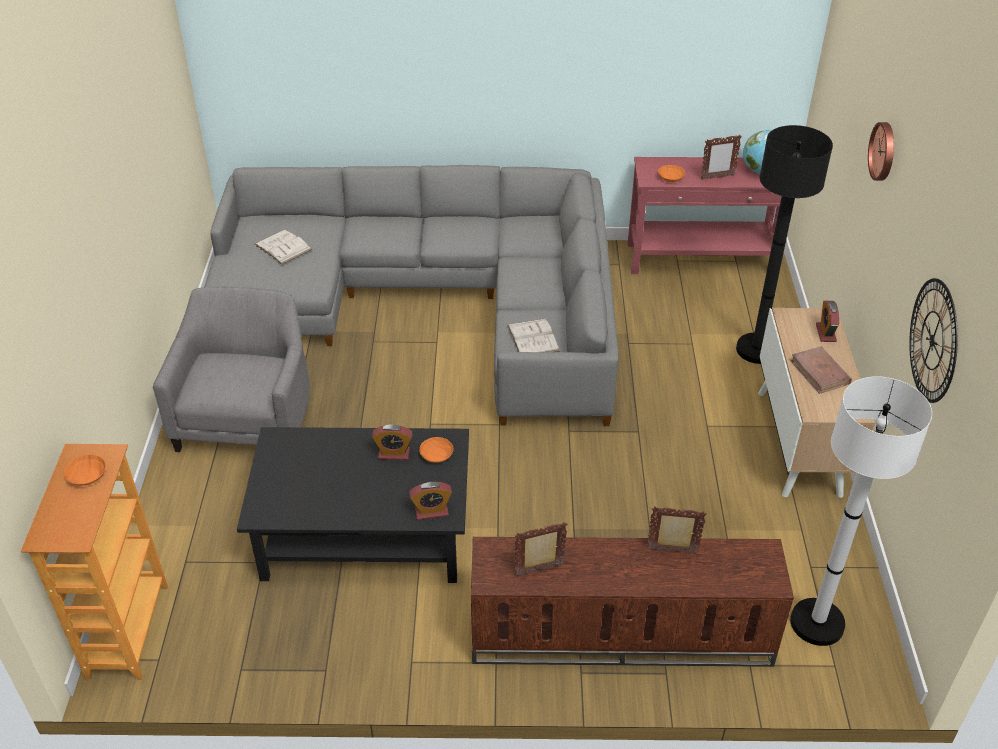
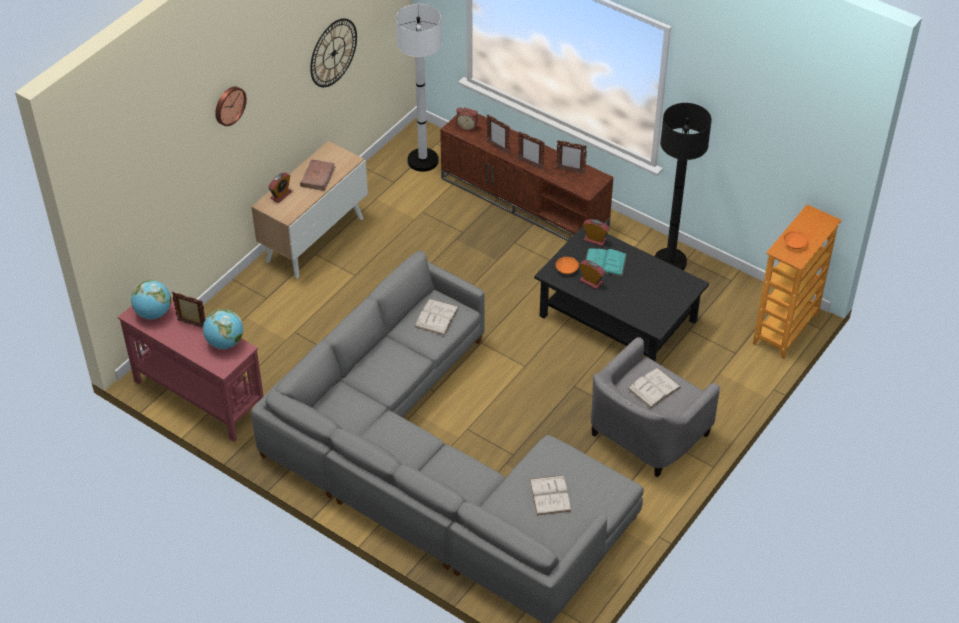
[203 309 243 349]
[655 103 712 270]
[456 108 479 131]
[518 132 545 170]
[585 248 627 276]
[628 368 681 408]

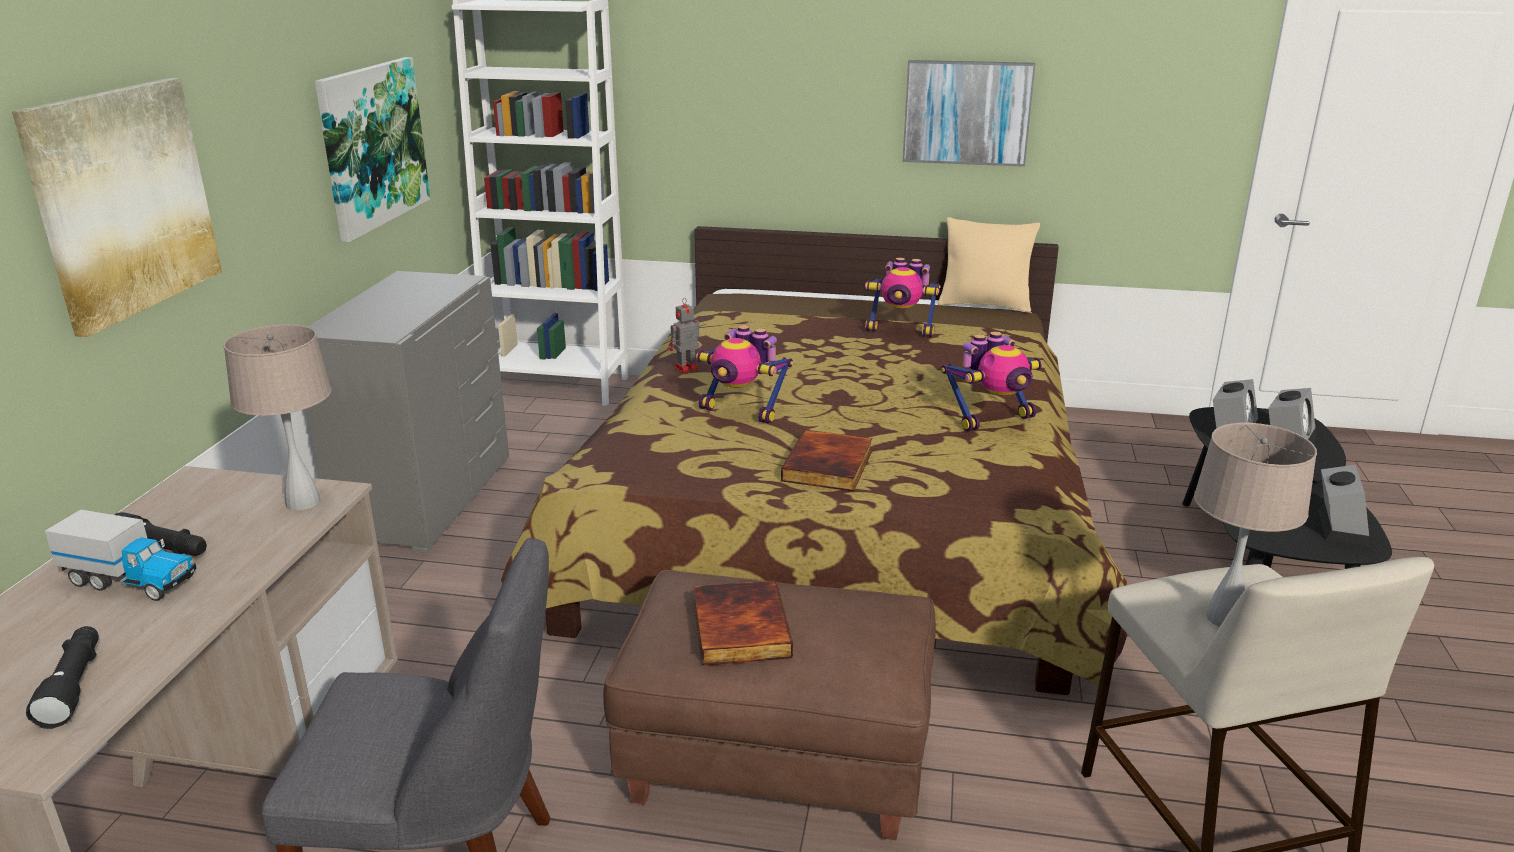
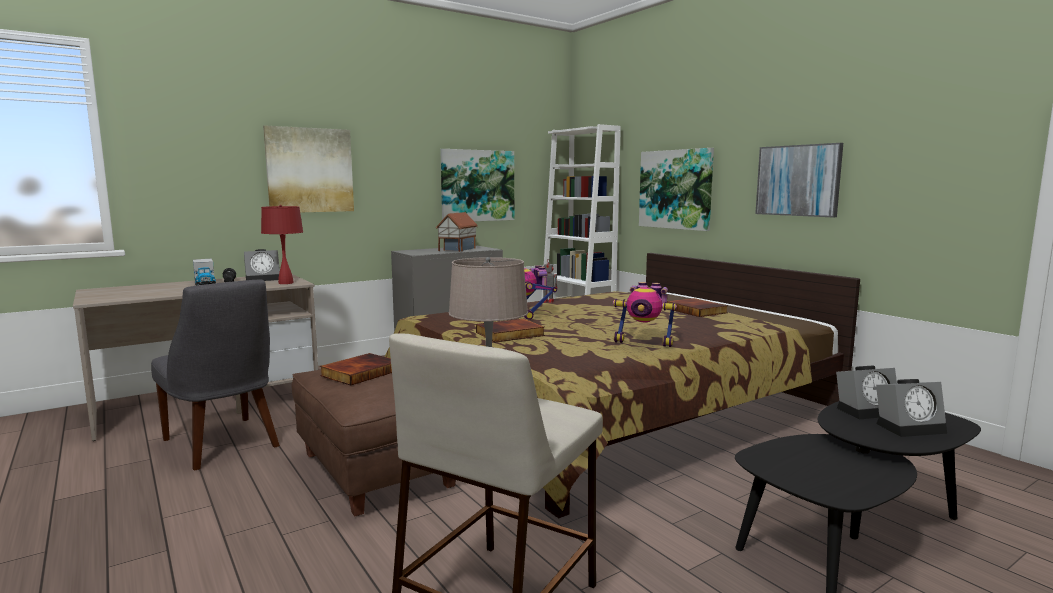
[26 626 99 729] (first image)
[261 205 303 284]
[667 298 728 317]
[938 217 1040 312] (first image)
[244 249 280 281]
[436 212 478 252]
[639 148 714 231]

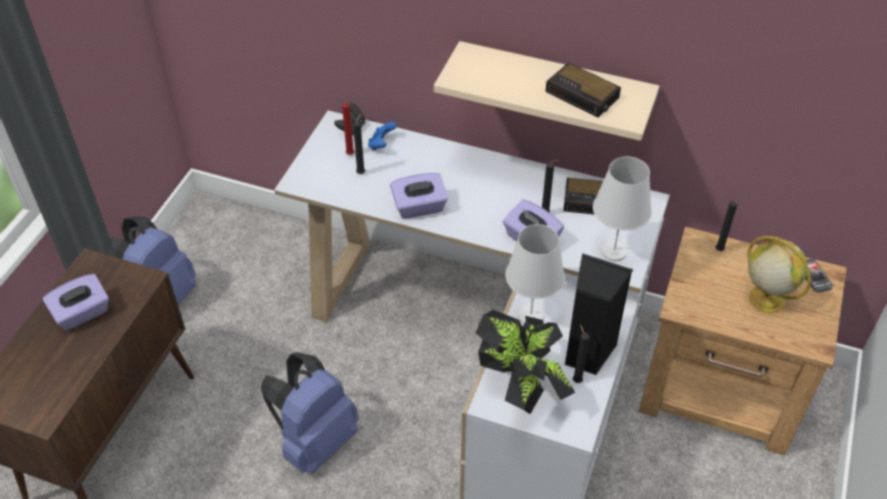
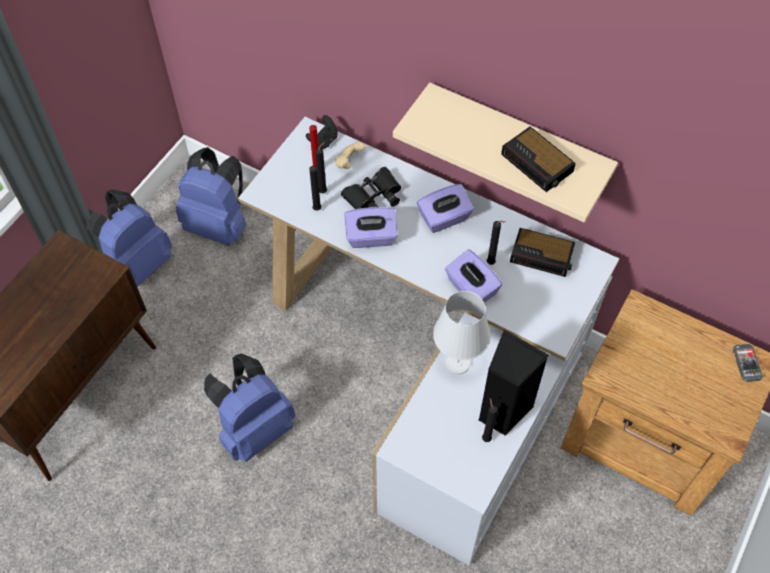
[417 184 474 233]
[335 142 366 169]
[476 310 575 414] (first image)
[593 157 652 261] (first image)
[309 166 321 211]
[747 236 811 314] (first image)
[176 147 246 246]
[341 167 401 209]

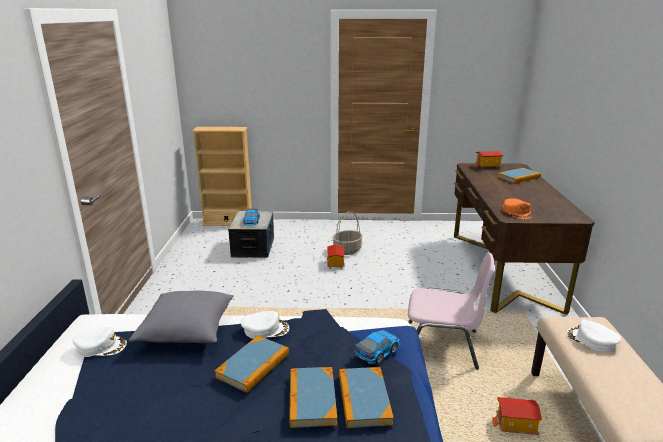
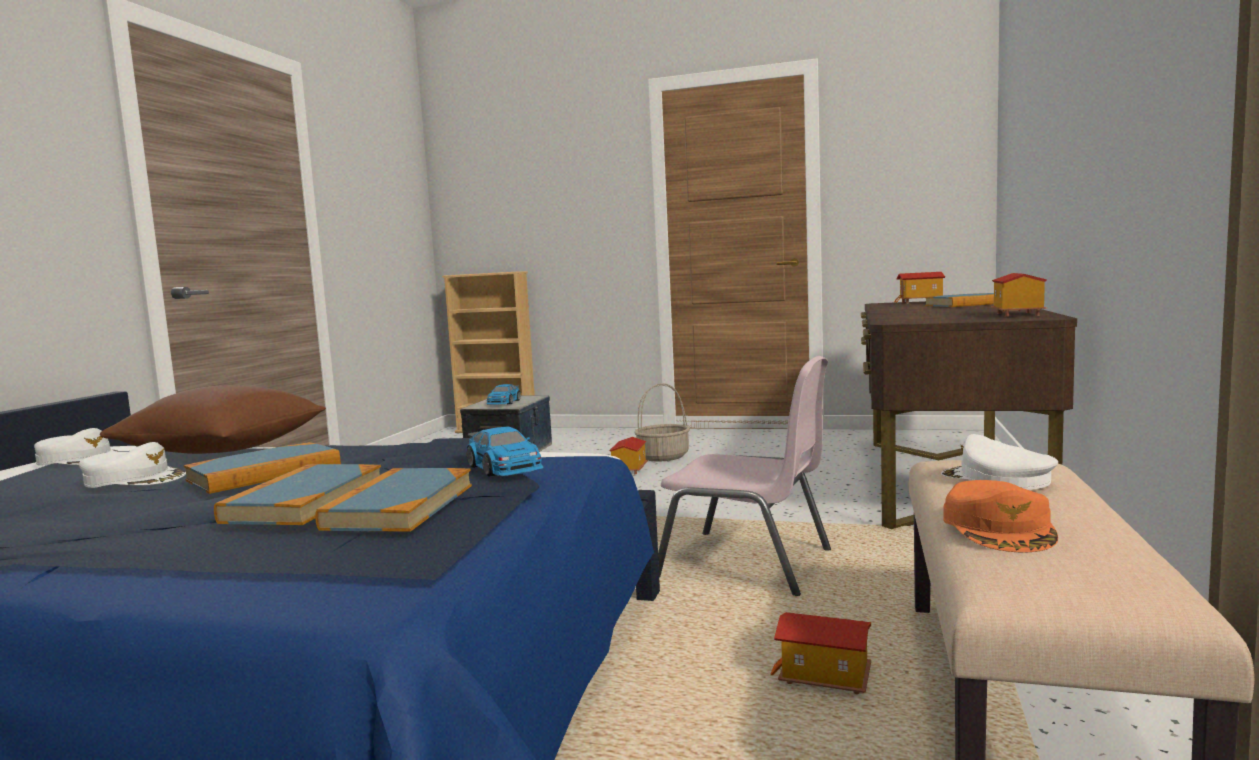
[100 385 326 454]
[79 442 186 488]
[466 426 544 477]
[944 480 1058 553]
[991 273 1047 317]

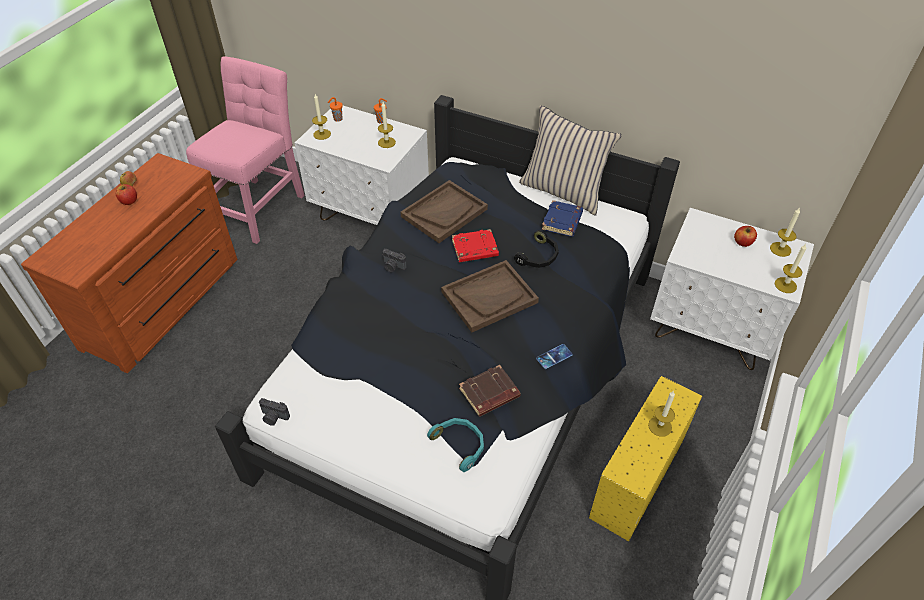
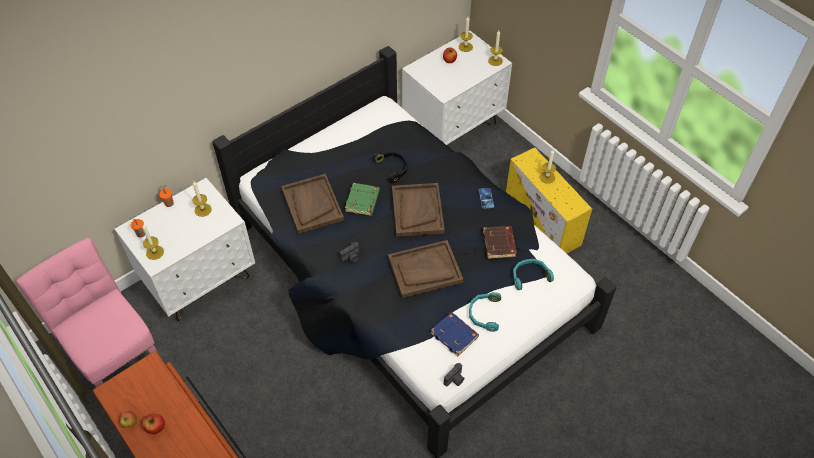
[345 183 380 216]
[519 106 622 216] (first image)
[431 312 479 356]
[388 240 463 298]
[469 292 501 332]

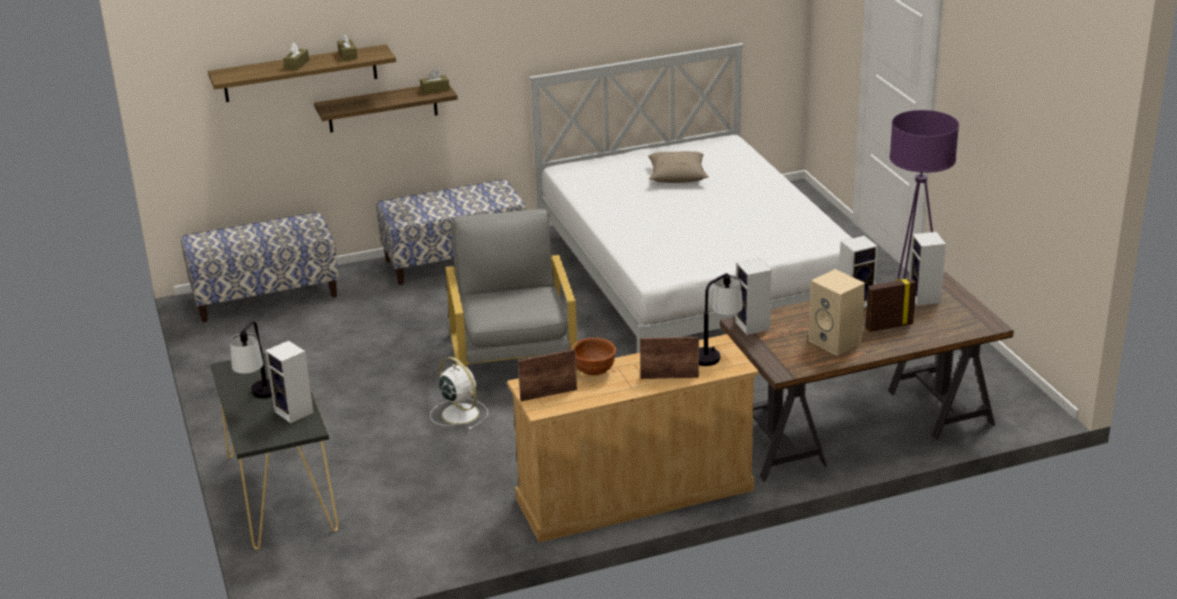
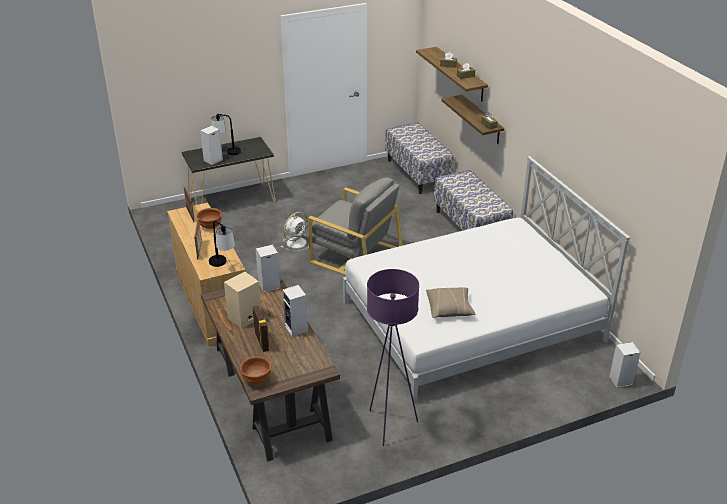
[308 177 403 275]
[426 287 476 318]
[609 342 641 388]
[240 357 271 385]

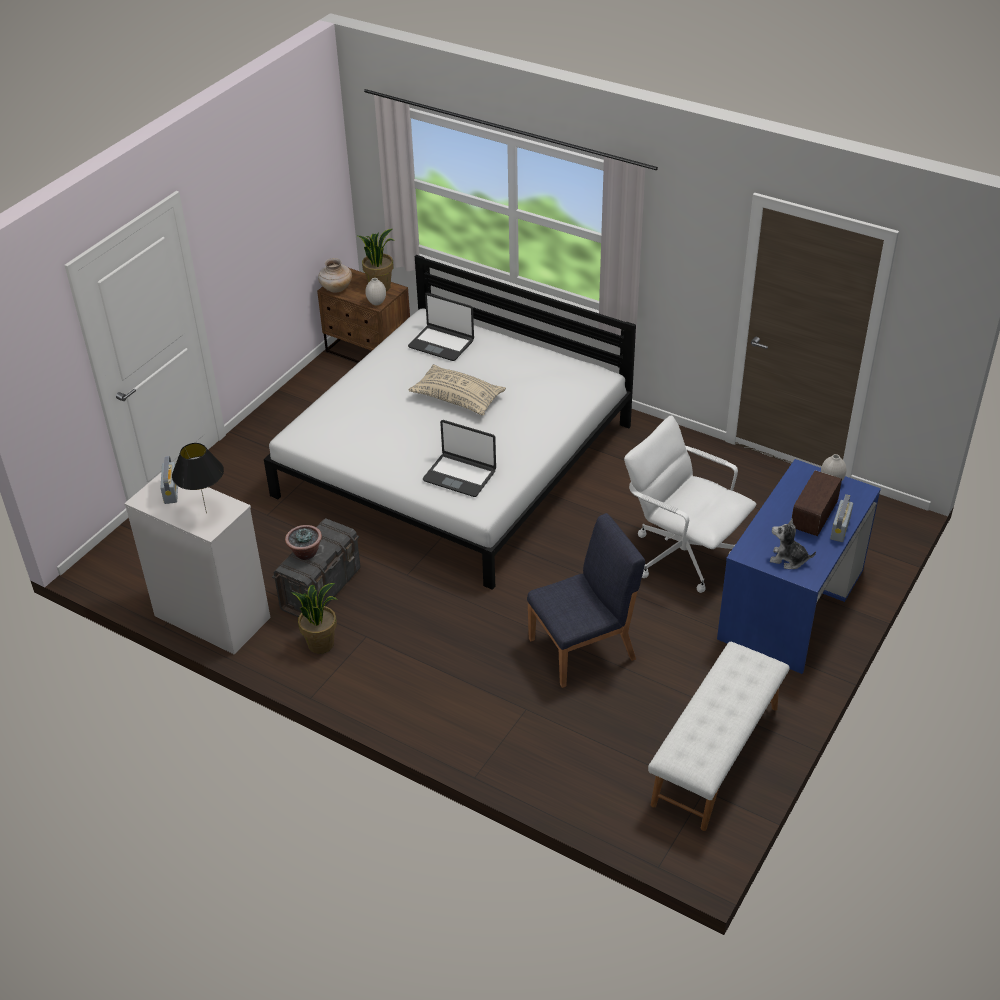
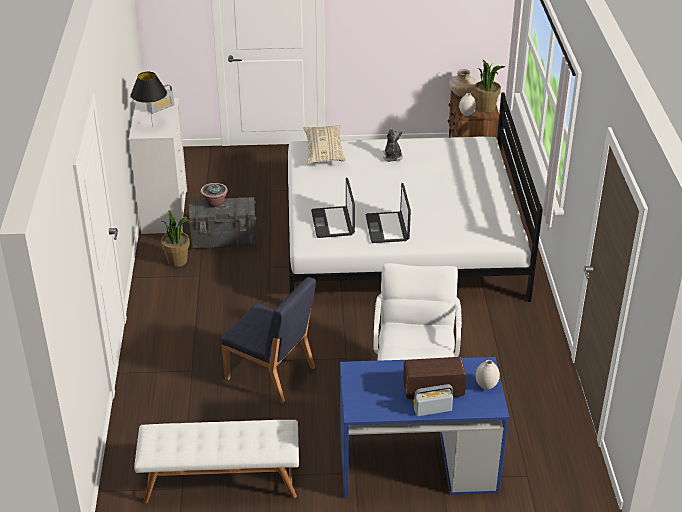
[366 183 411 243]
[303 125 346 164]
[383 128 403 162]

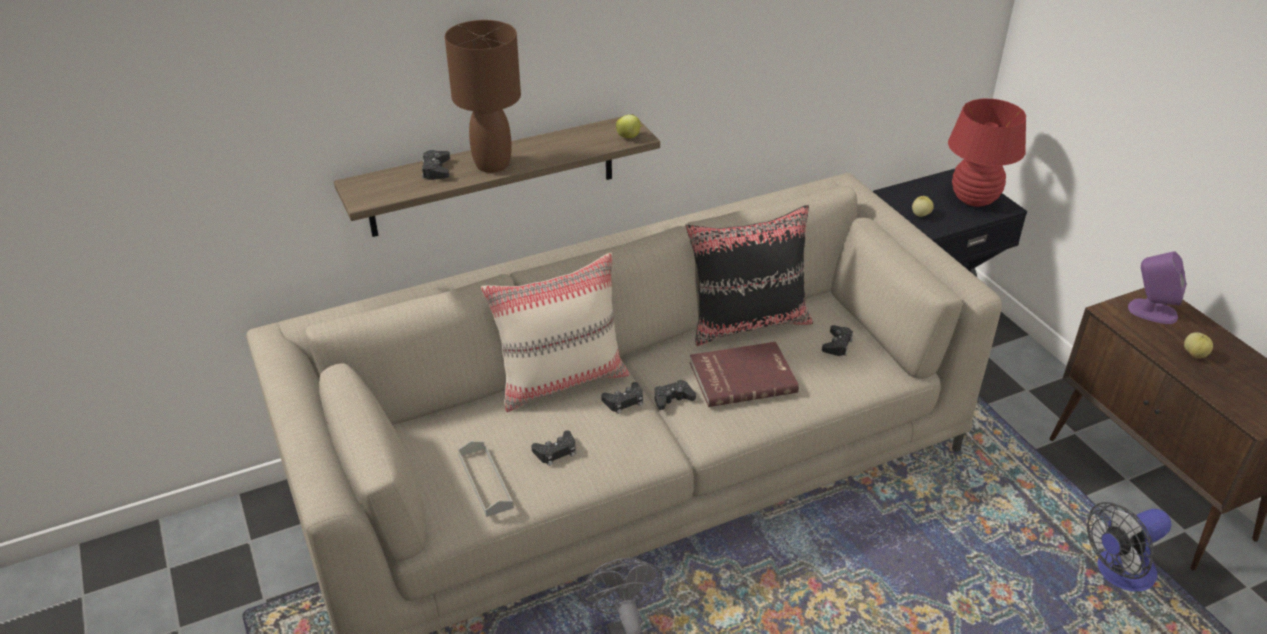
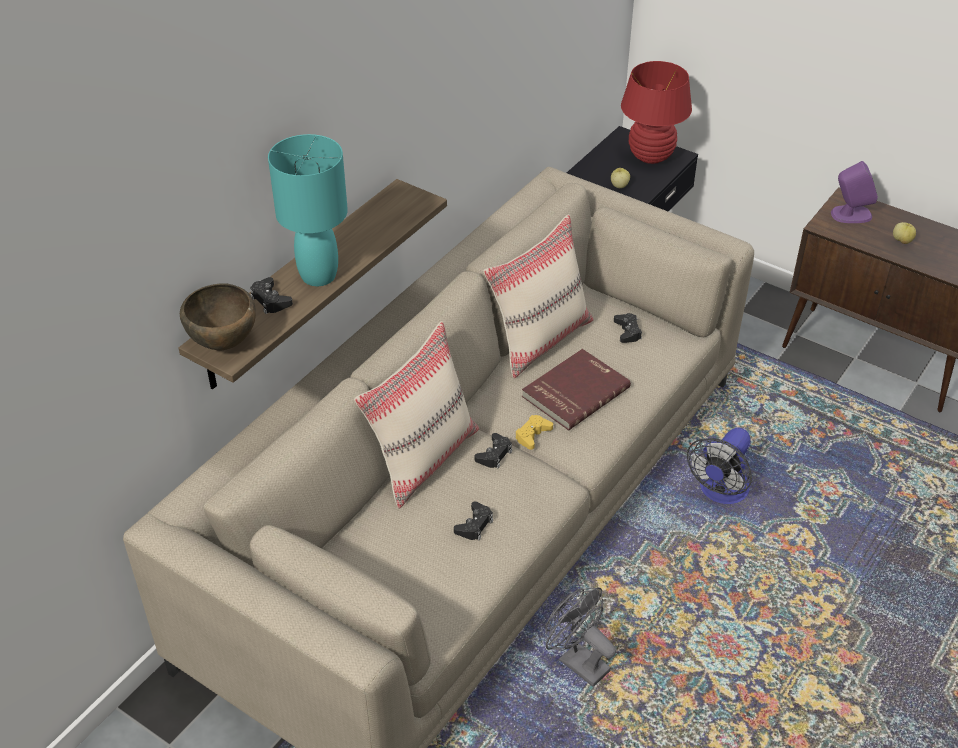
[268 134 348 286]
[458 441 514 517] (first image)
[616 115 643 138] (first image)
[515 415 553 450]
[483 214 594 378]
[687 428 752 504]
[180 283 256 351]

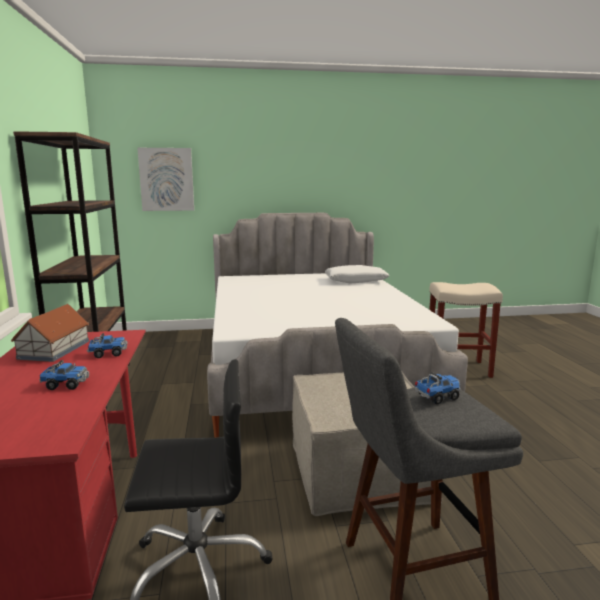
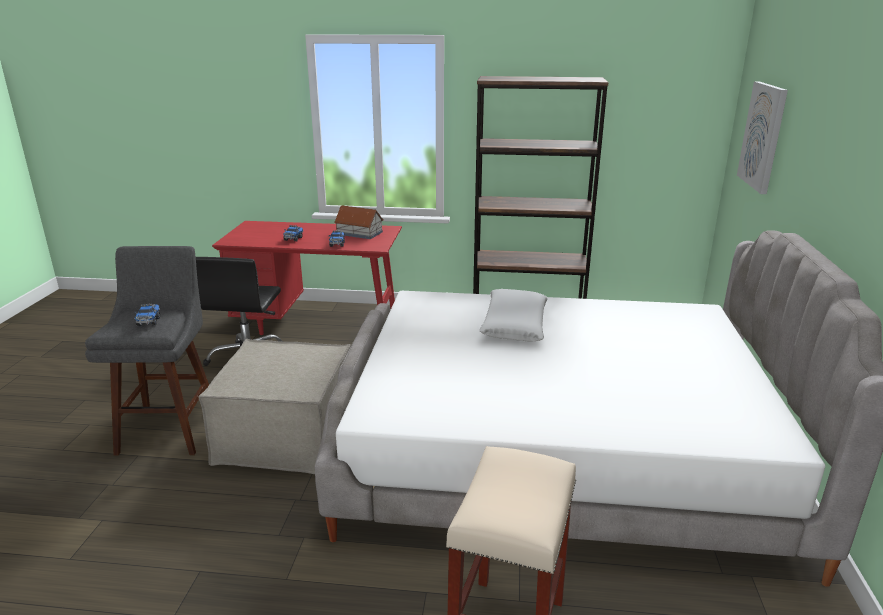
[479 289 548 342]

